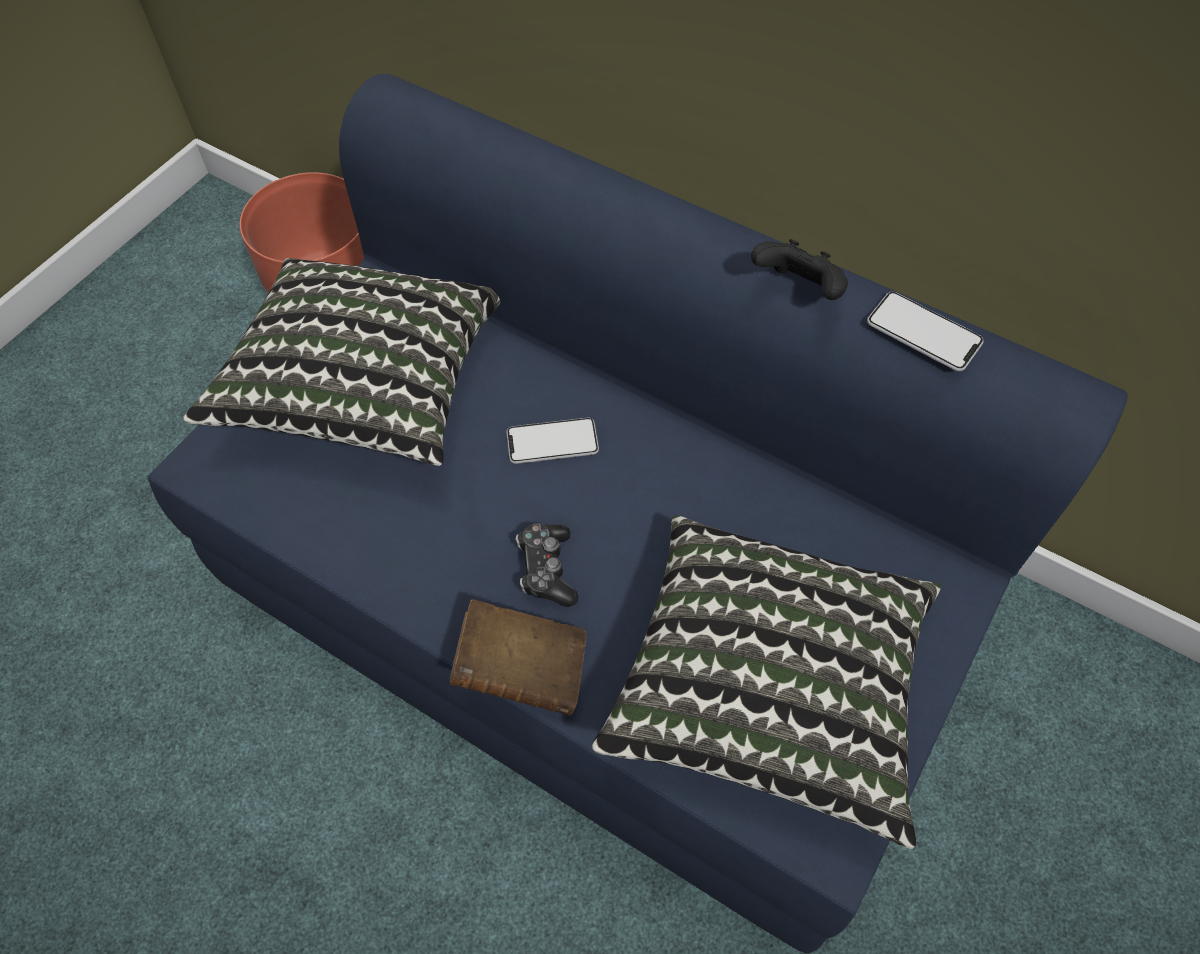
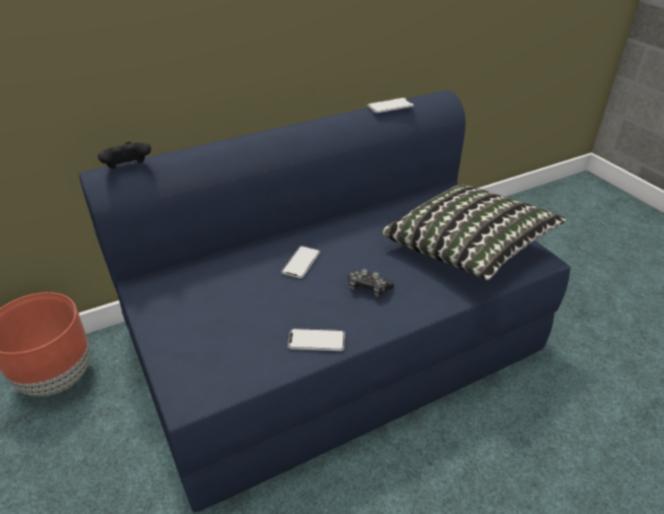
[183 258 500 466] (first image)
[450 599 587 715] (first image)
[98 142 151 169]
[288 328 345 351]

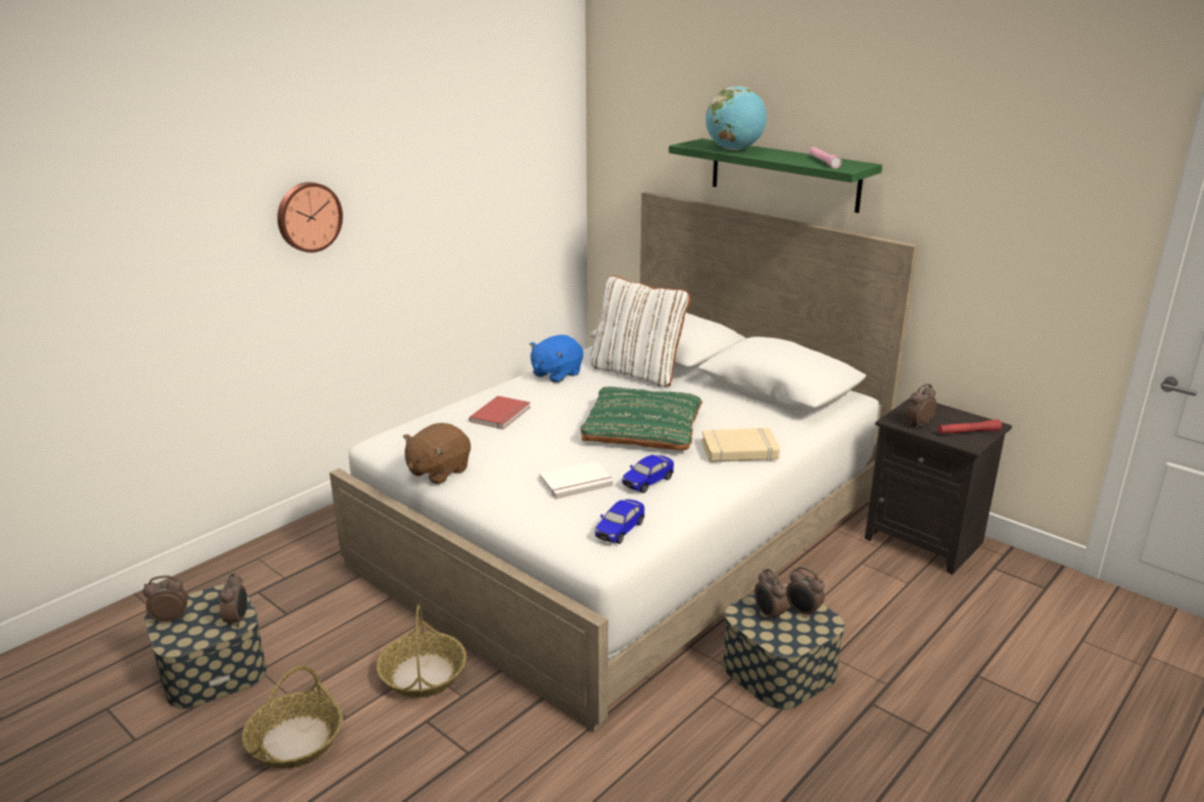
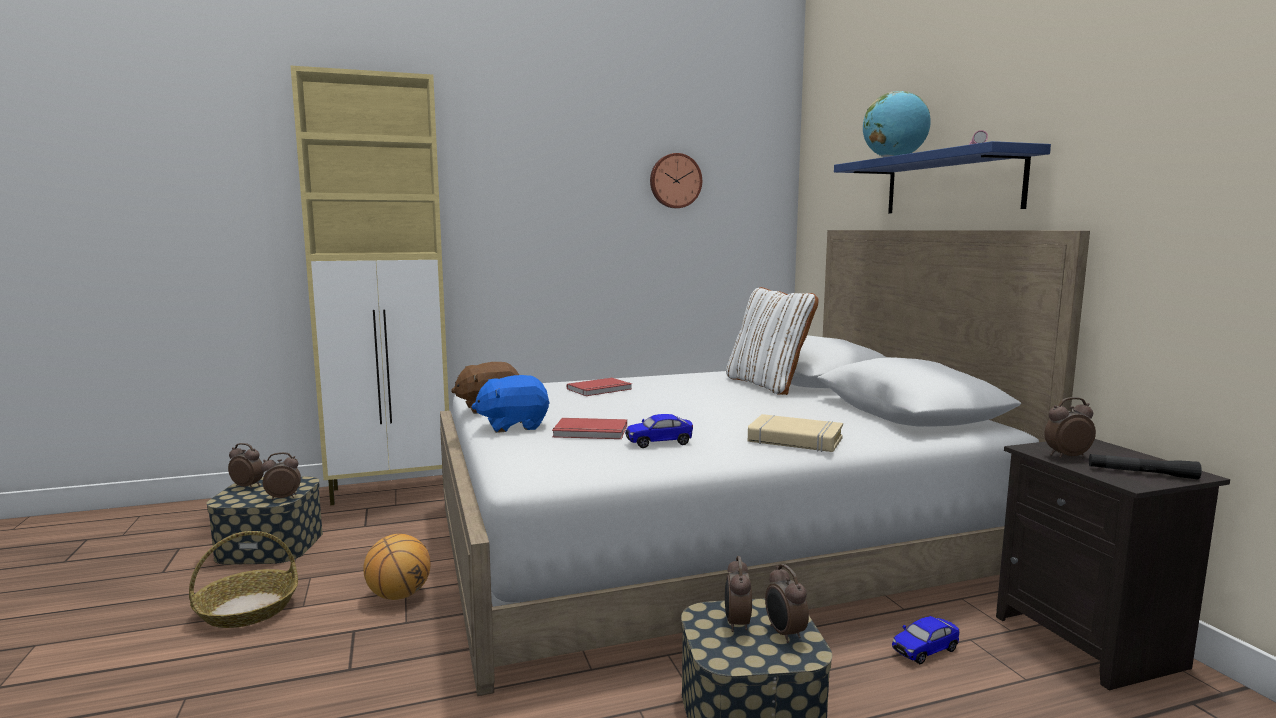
[261 452 301 500]
[650 153 702 208]
[363 534 430 600]
[472 375 549 433]
[552 418 627 439]
[581 387 702 450] (first image)
[892 616 959 664]
[834 141 1051 213]
[1089 454 1202 479]
[291 66 449 506]

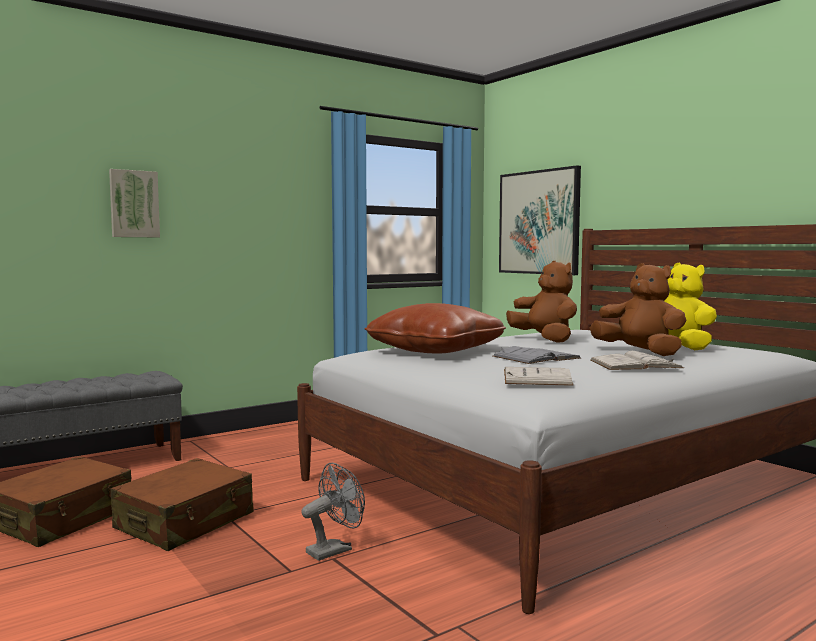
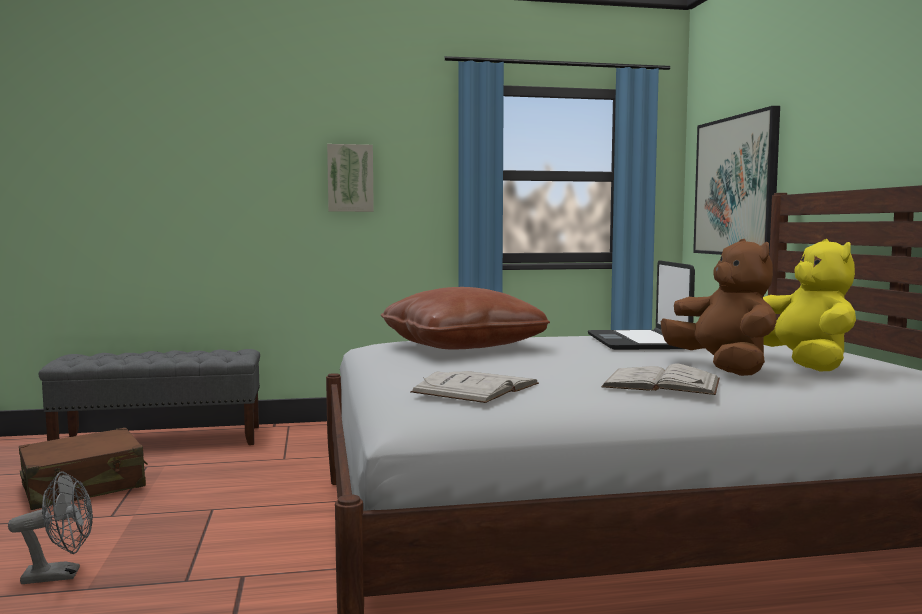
[327 144 374 212]
[110 458 253 551] (first image)
[8 471 93 584]
[493 346 580 364] (first image)
[588 260 695 350]

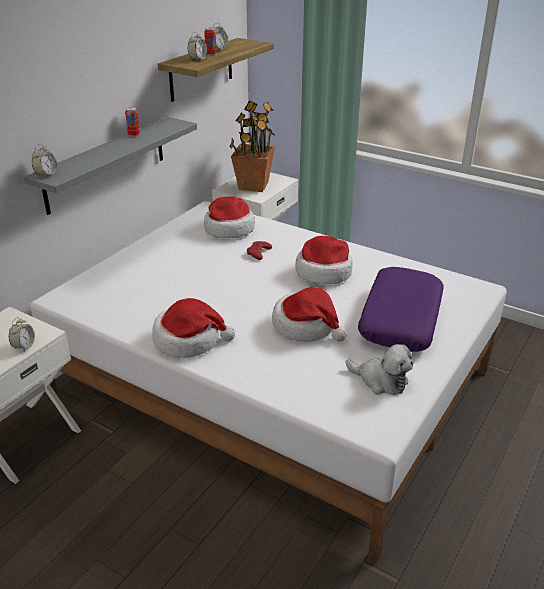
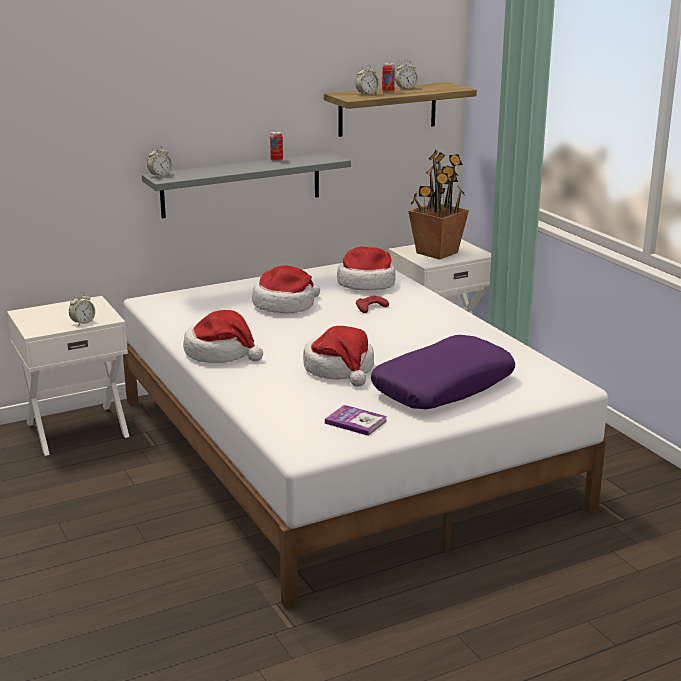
[252 265 320 313]
[325 405 387 436]

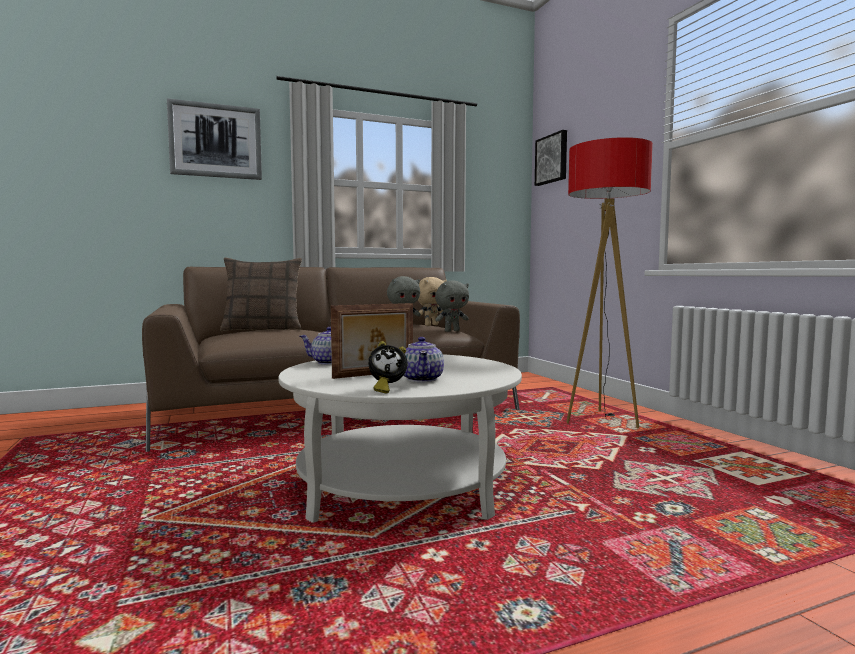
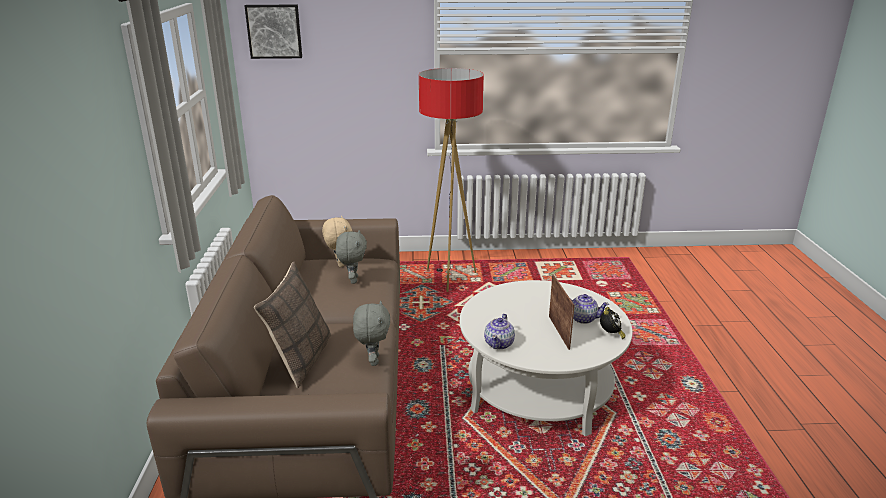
[167 98 262 180] (first image)
[353 300 390 366]

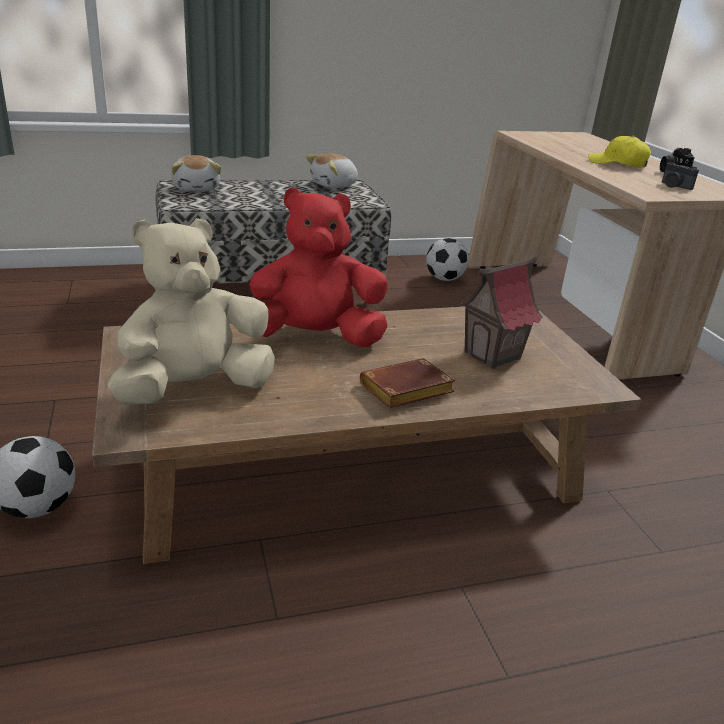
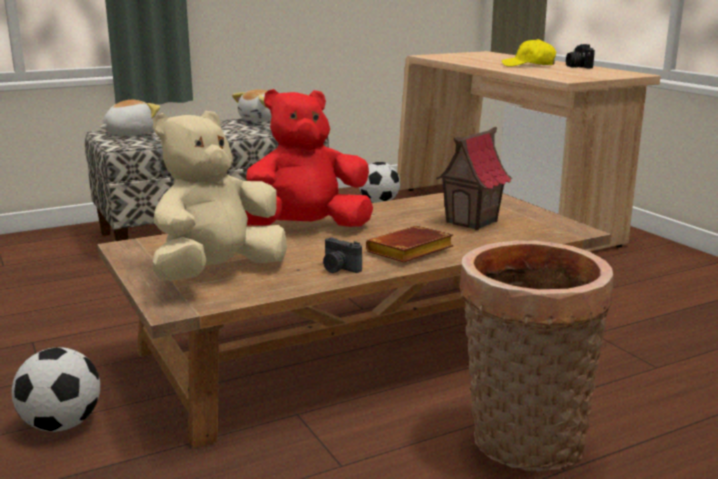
[100 100 160 136]
[323 238 362 273]
[460 240 614 471]

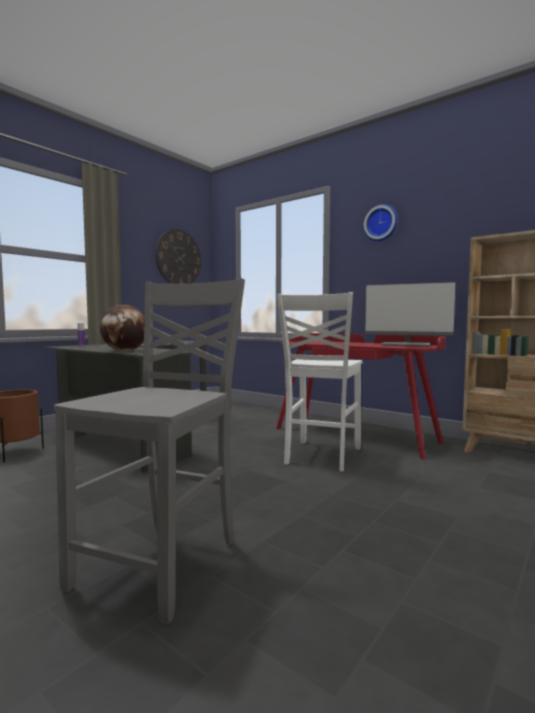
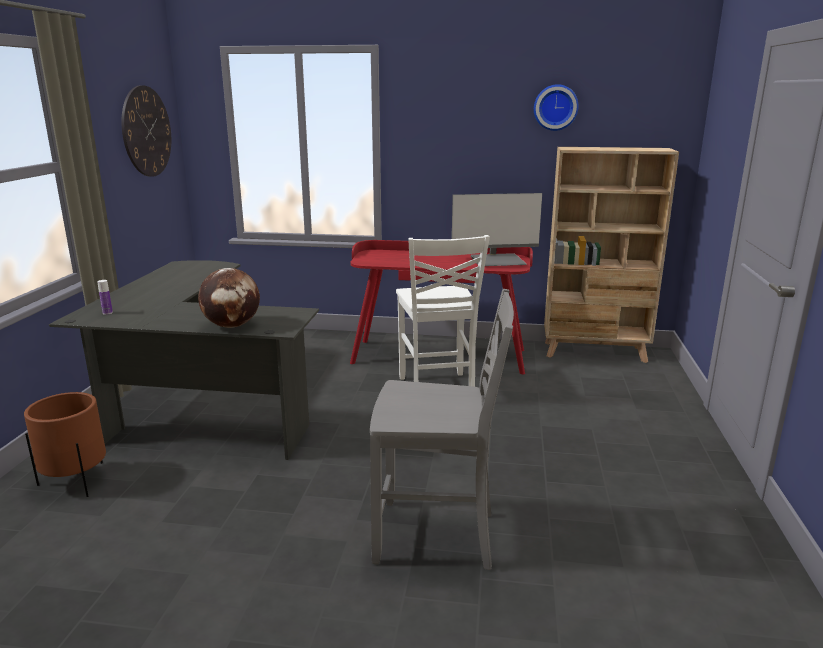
[370 289 514 570]
[534 84 579 131]

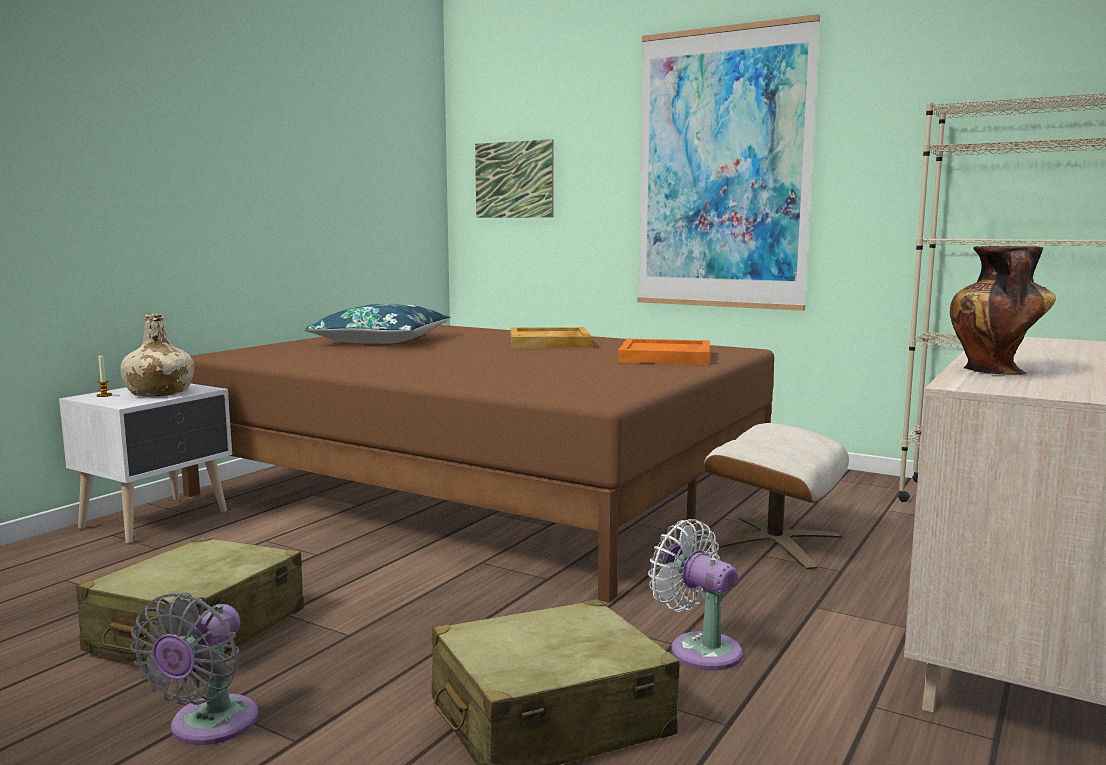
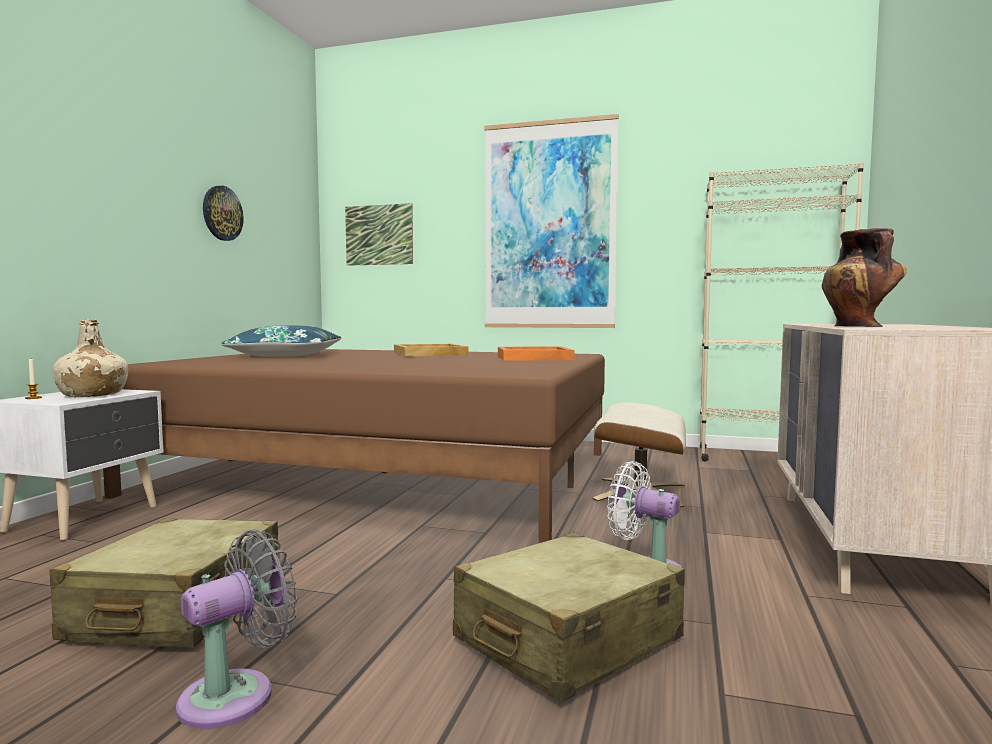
[176 529 297 729]
[203 186 244 241]

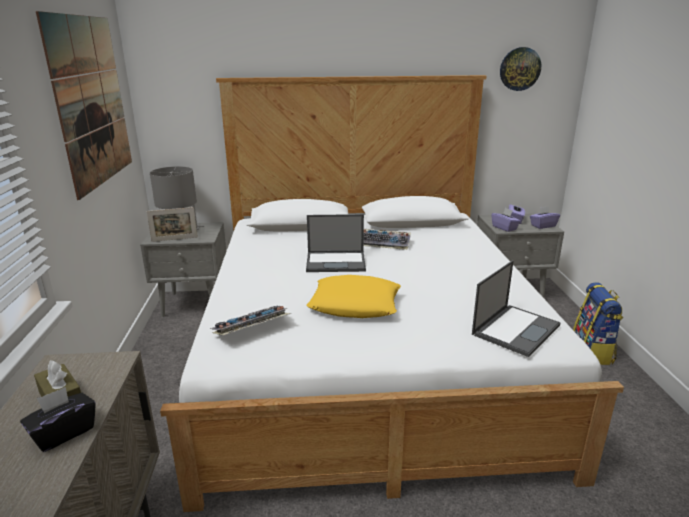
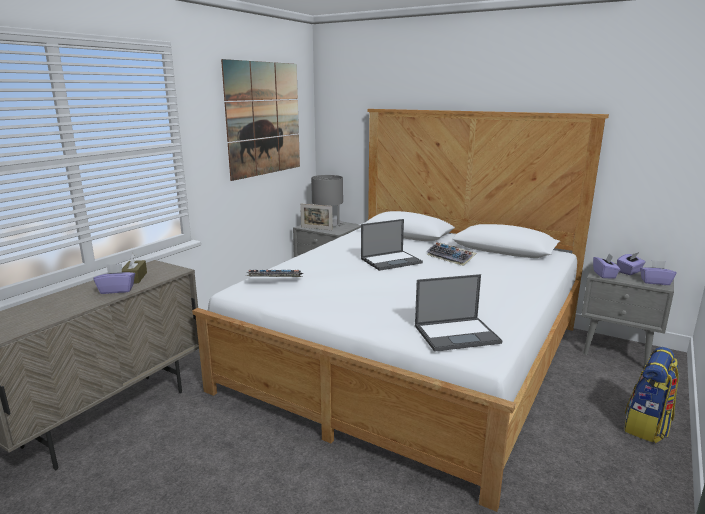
[93 264 135 294]
[361 219 423 271]
[307 275 401 318] (first image)
[500 47 541 91] (first image)

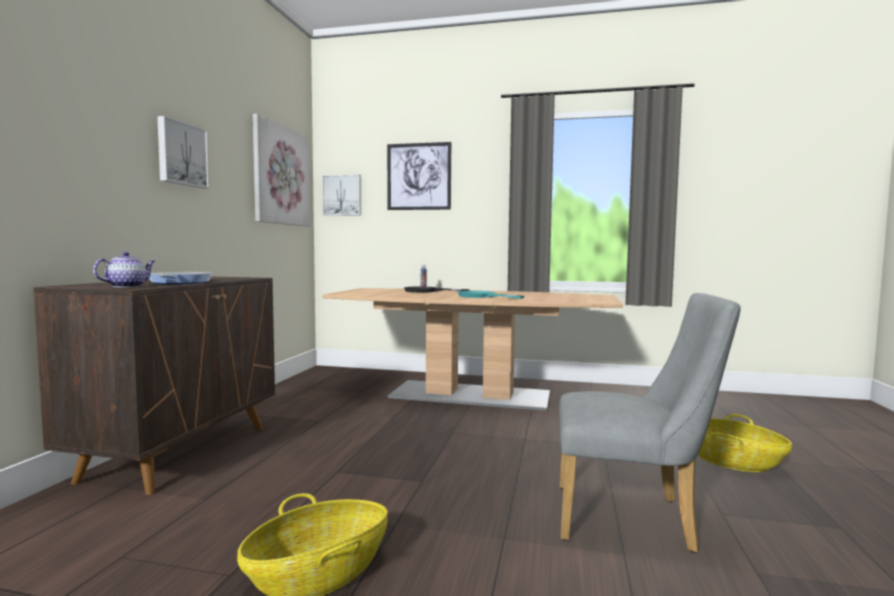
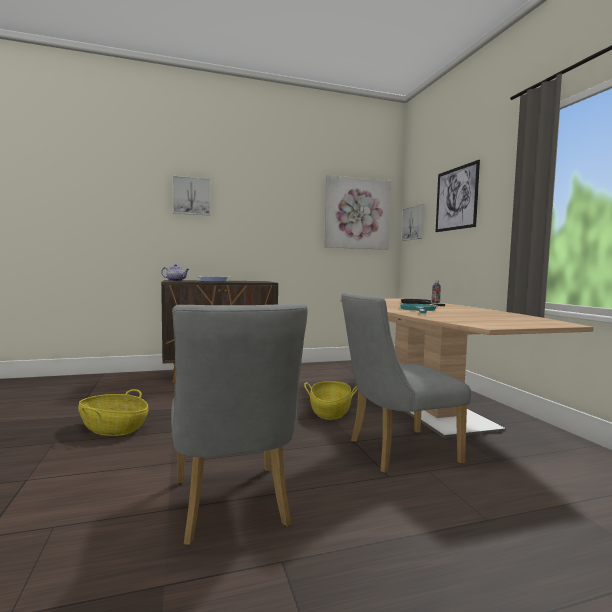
[172 175 210 216]
[304 381 358 420]
[341 292 471 473]

